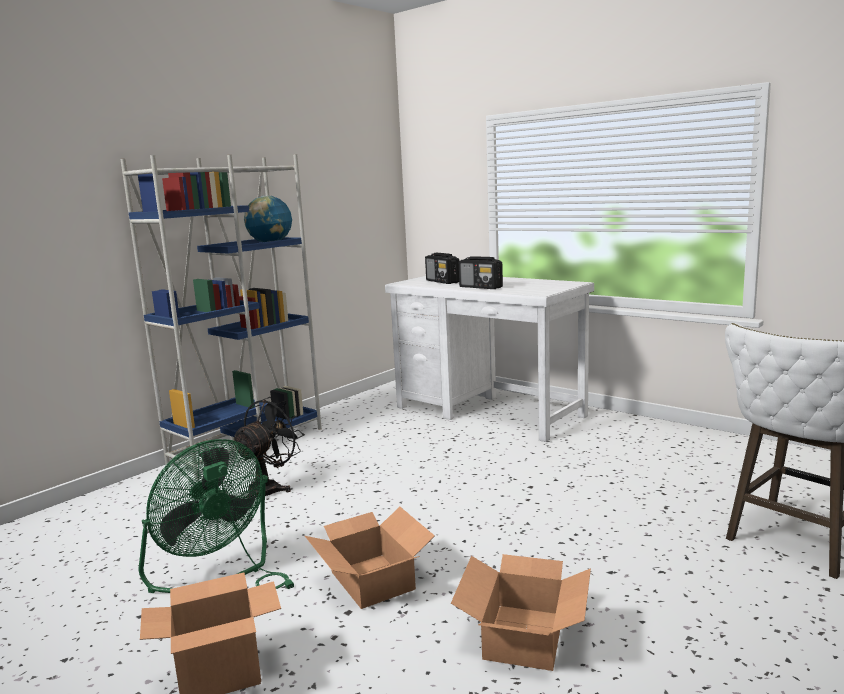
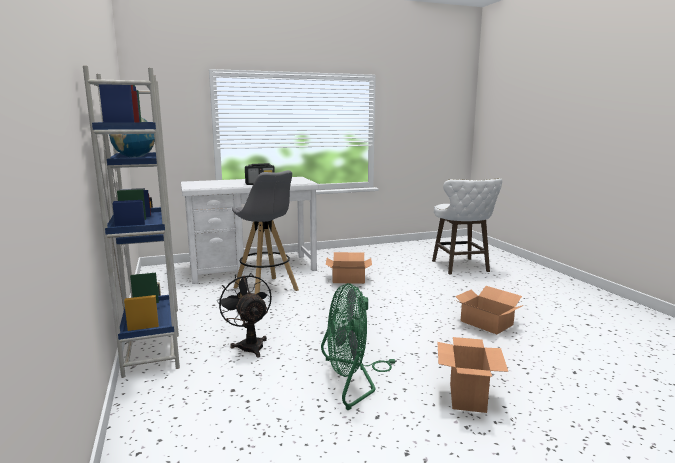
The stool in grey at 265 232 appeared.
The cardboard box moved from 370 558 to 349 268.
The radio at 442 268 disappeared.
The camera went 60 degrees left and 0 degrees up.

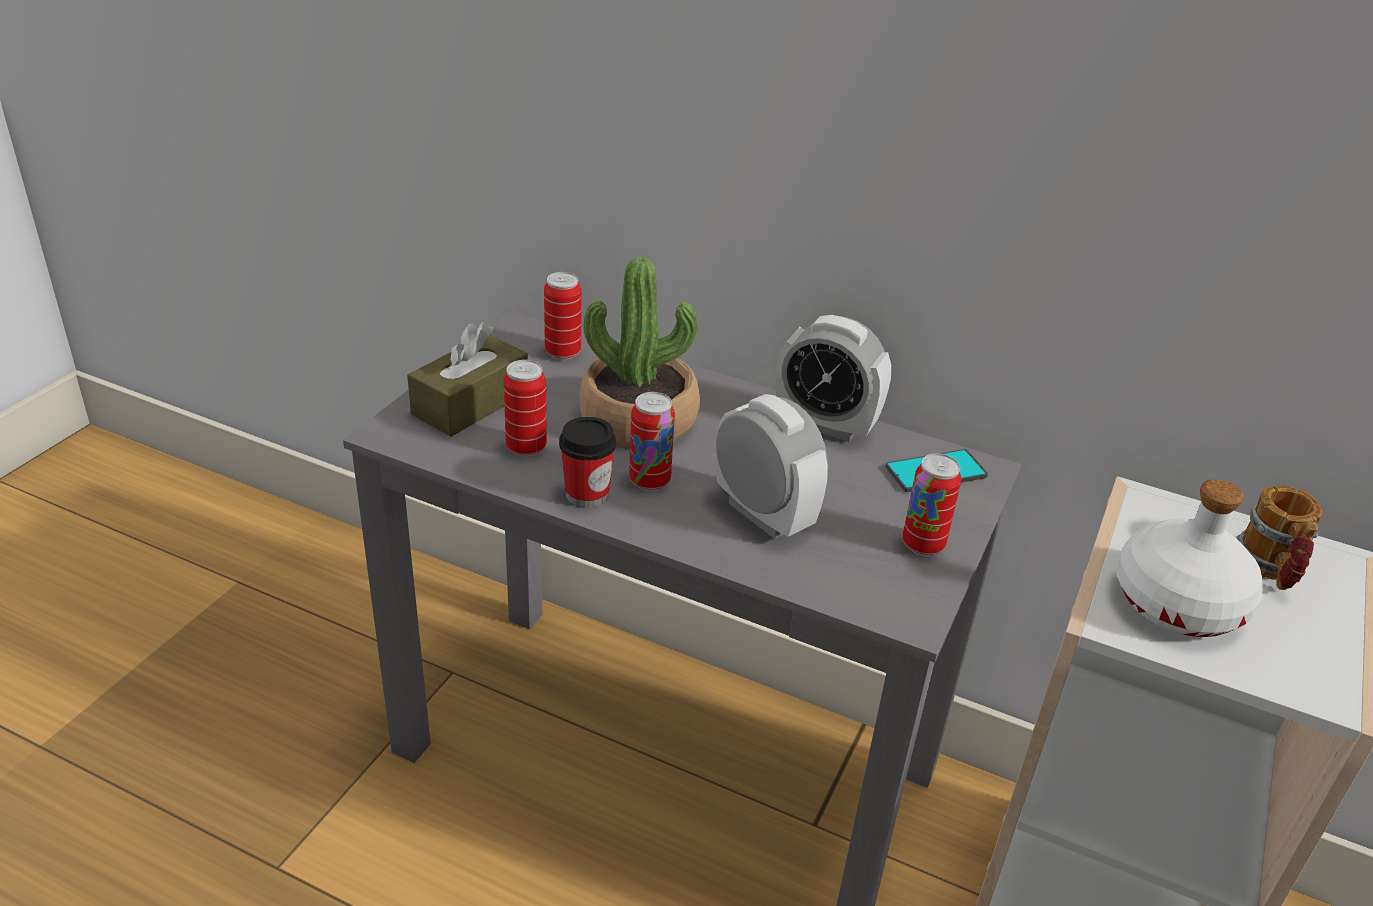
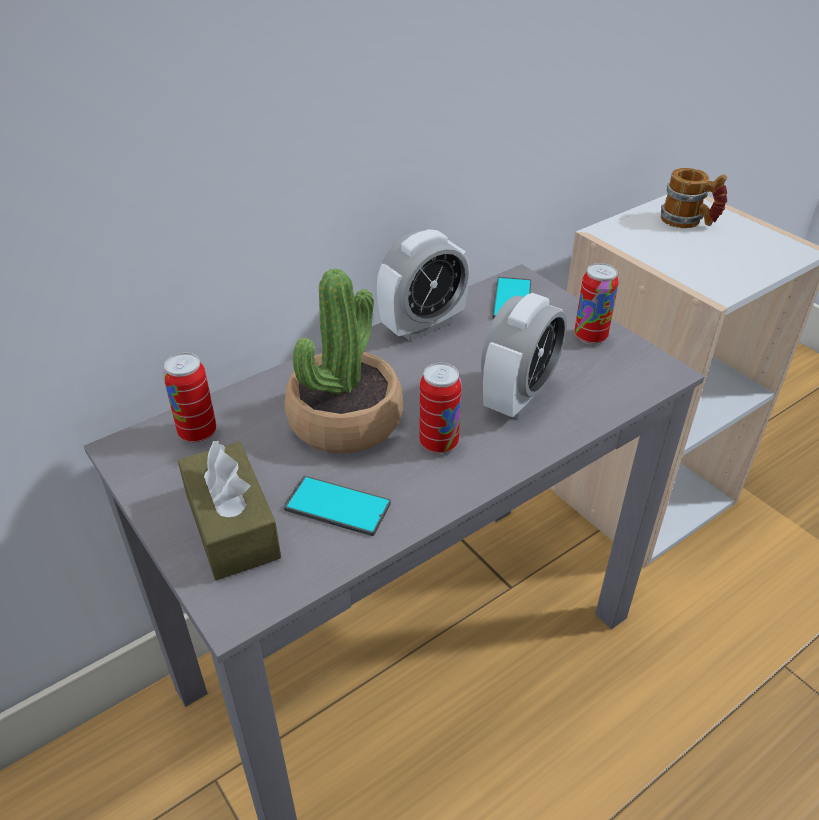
The can at 525 408 was replaced by the phone at 337 506.
The alarm clock at 772 466 turned 135 degrees clockwise.
The cup at 587 462 disappeared.
The bottle in white at 1190 558 disappeared.
The camera went 60 degrees left and 5 degrees up.

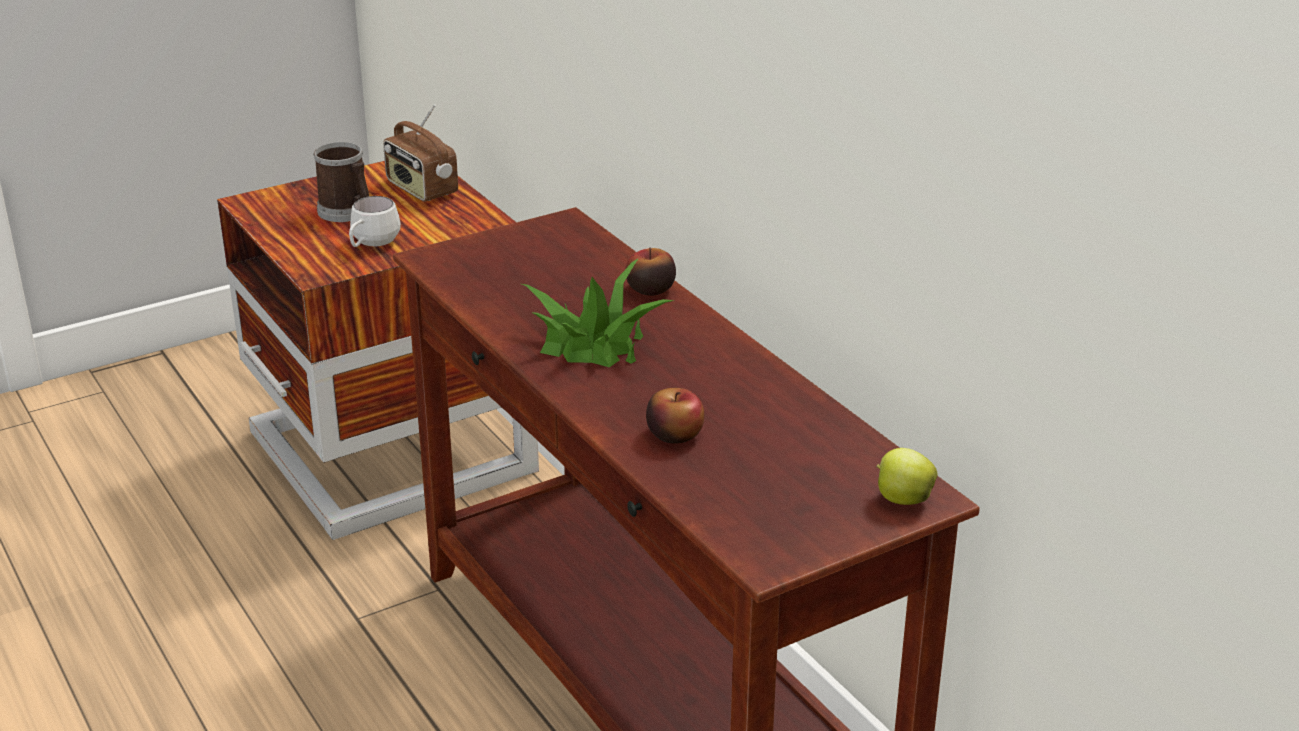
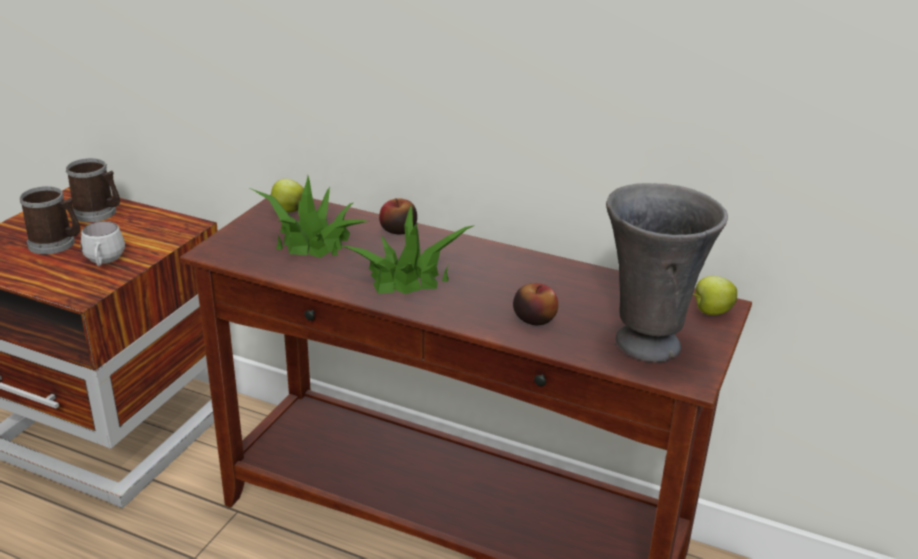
The radio at 420 153 was replaced by the mug at 93 190.
The potted plant at 309 217 appeared.
The apple at 287 196 appeared.
The vase in grey at 667 272 appeared.
The camera went 35 degrees left and 0 degrees up.

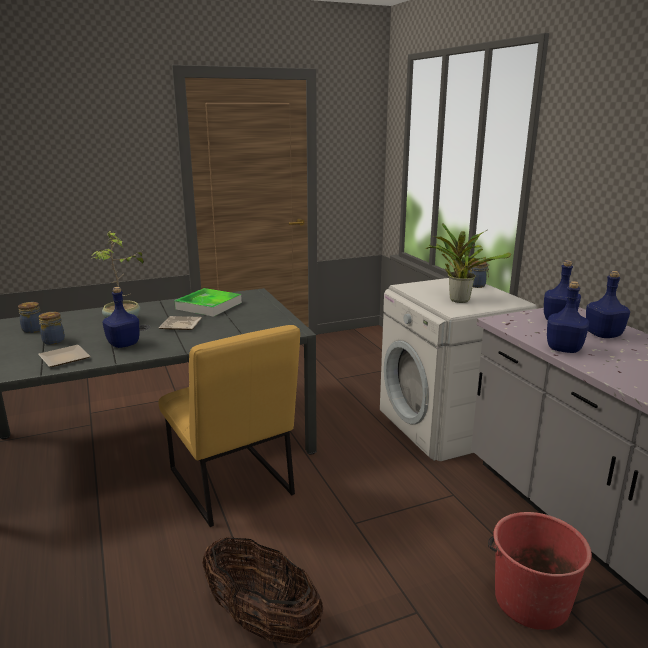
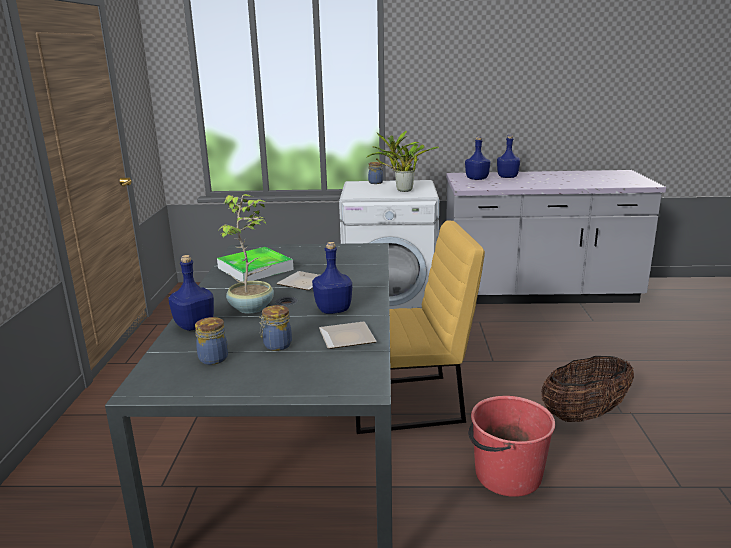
The bottle in blue moved from 568 317 to 191 293.
The bucket in red moved from 540 571 to 511 446.
The camera went 65 degrees left and 0 degrees up.

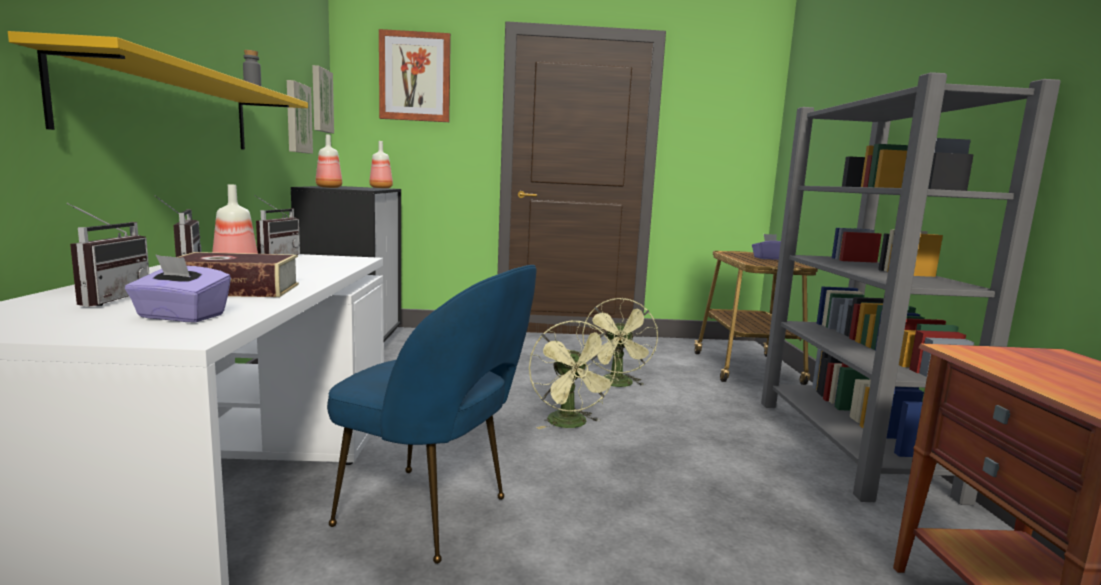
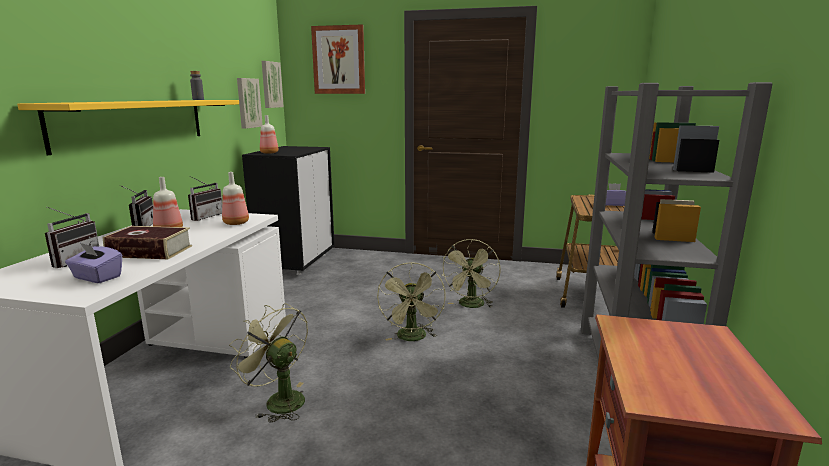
The bottle moved from 381 165 to 235 198.
The chair in blue at 432 414 was replaced by the fan in green at 268 363.
The camera went 15 degrees right and 5 degrees up.

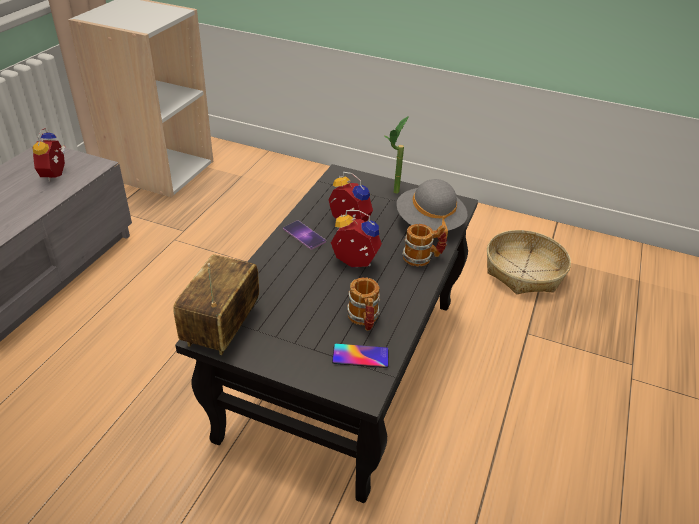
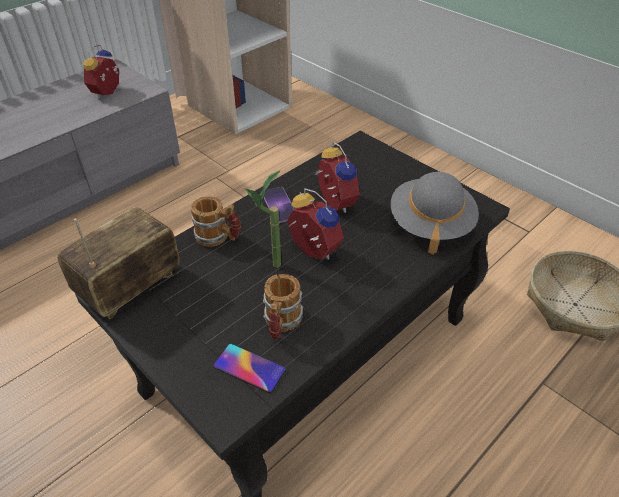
The mug moved from 424 245 to 216 221.
The potted plant moved from 396 154 to 263 219.
The camera went 25 degrees right and 5 degrees up.

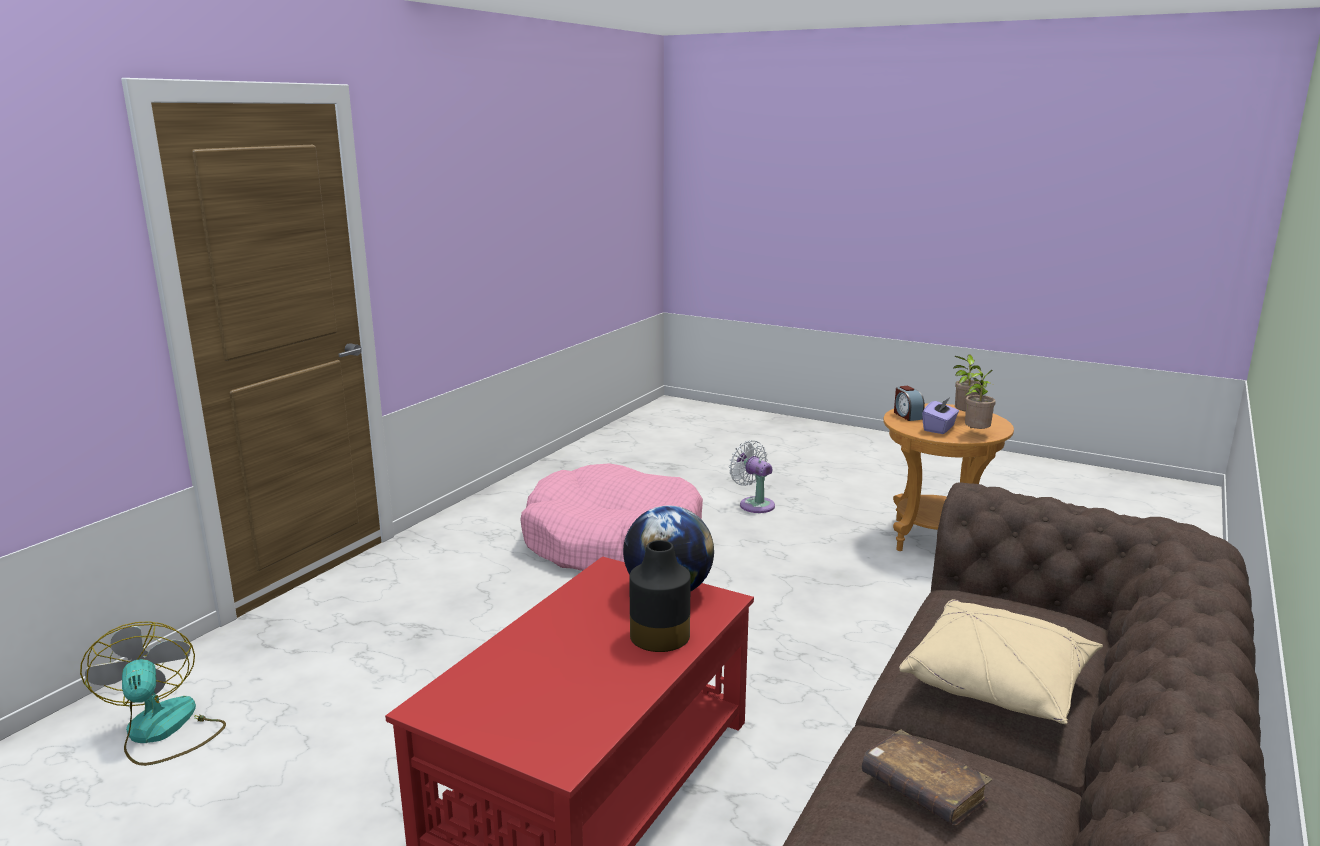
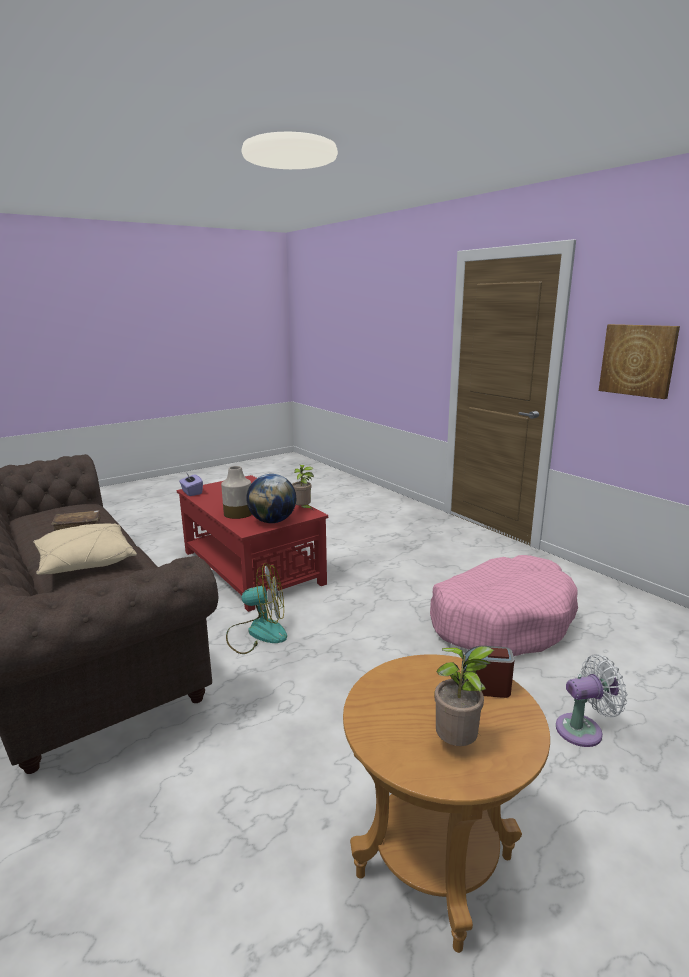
The tissue box in purple moved from 940 415 to 191 485.
The vase in black at 660 596 became the vase in beige at 236 492.
The fan moved from 153 693 to 256 608.
The potted plant moved from 980 398 to 303 487.
The picture at 639 361 appeared.
The camera went 115 degrees right and 0 degrees up.

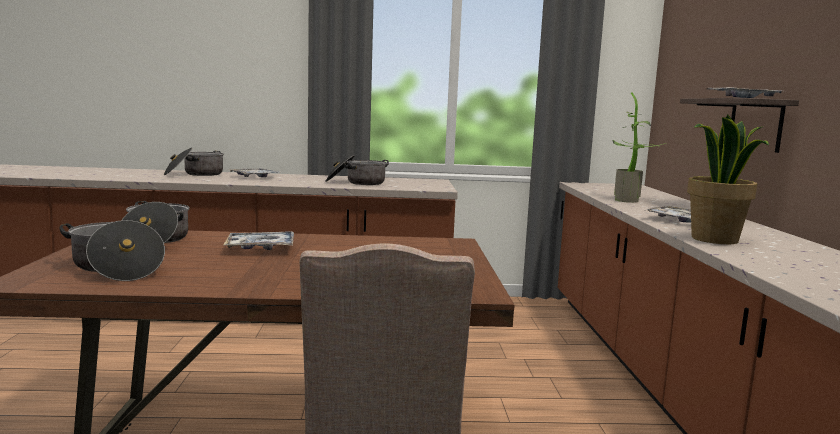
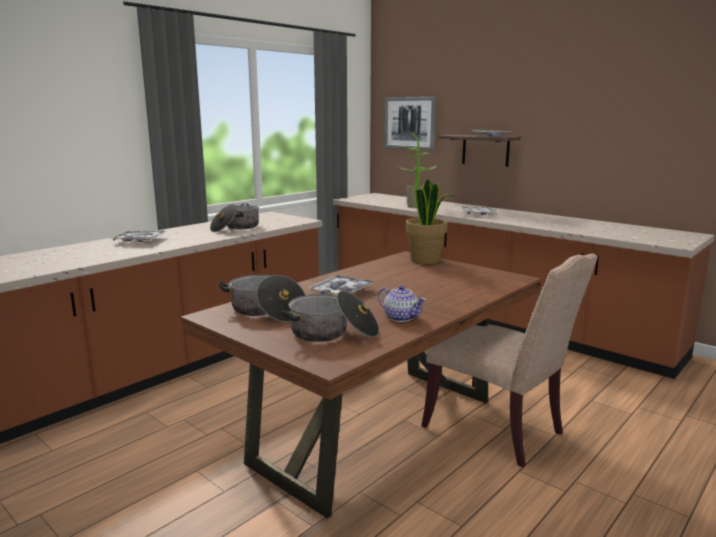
The teapot at 402 303 appeared.
The picture at 410 124 appeared.
The potted plant moved from 728 179 to 430 221.
The cooking pot at 194 161 disappeared.
The camera went 45 degrees left and 5 degrees up.

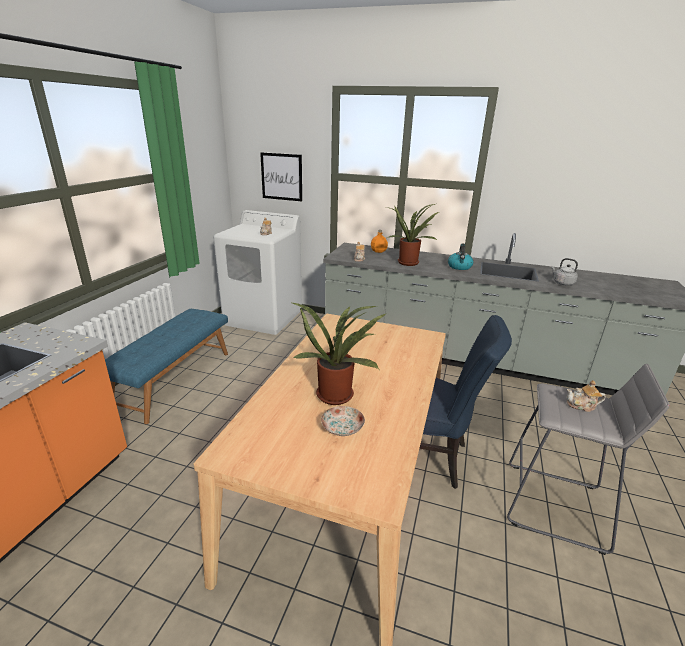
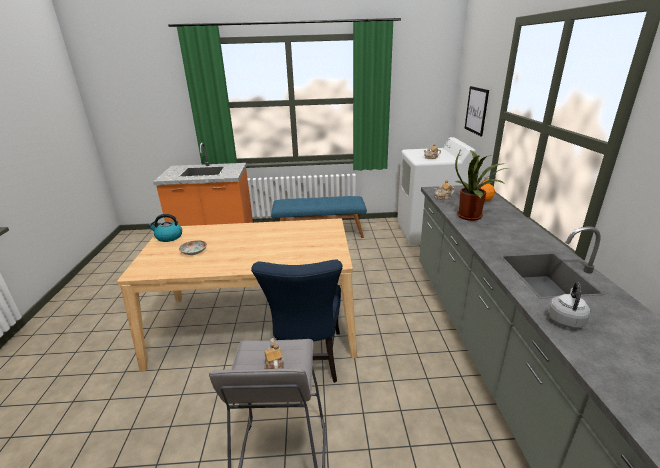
The kettle moved from 460 257 to 165 228.
The potted plant at 337 353 disappeared.
The camera went 70 degrees right and 0 degrees up.

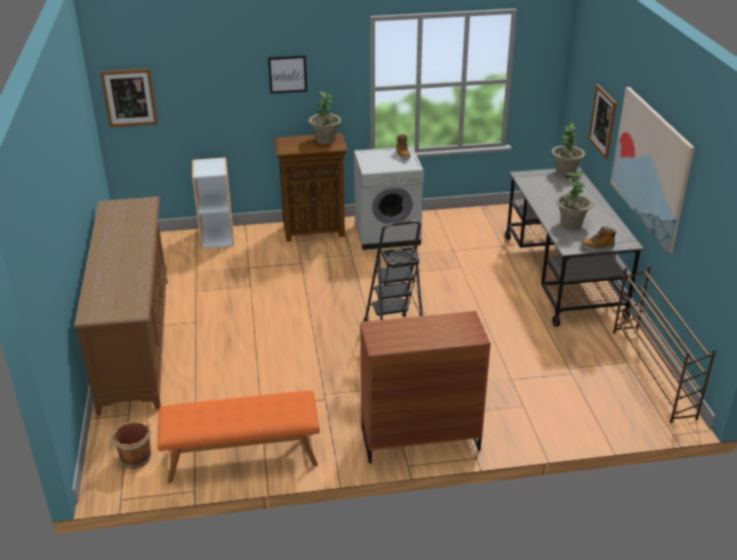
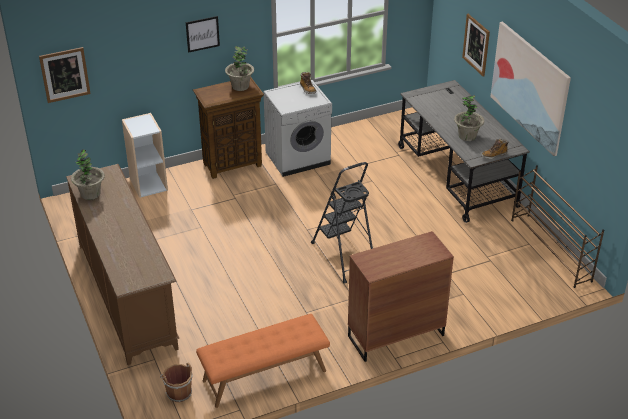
The potted plant moved from 568 149 to 88 174.
The camera went 15 degrees left and 5 degrees up.

